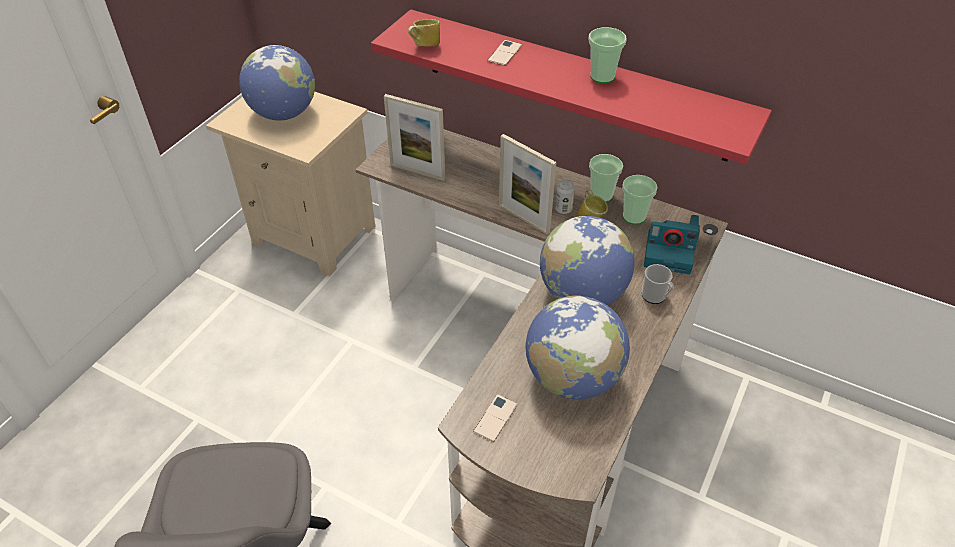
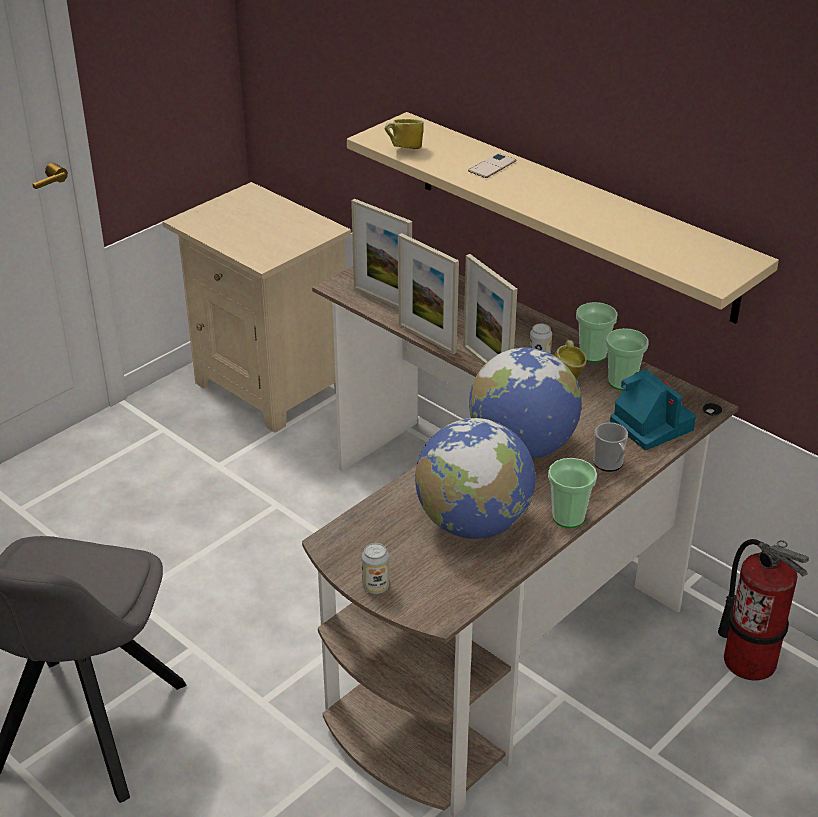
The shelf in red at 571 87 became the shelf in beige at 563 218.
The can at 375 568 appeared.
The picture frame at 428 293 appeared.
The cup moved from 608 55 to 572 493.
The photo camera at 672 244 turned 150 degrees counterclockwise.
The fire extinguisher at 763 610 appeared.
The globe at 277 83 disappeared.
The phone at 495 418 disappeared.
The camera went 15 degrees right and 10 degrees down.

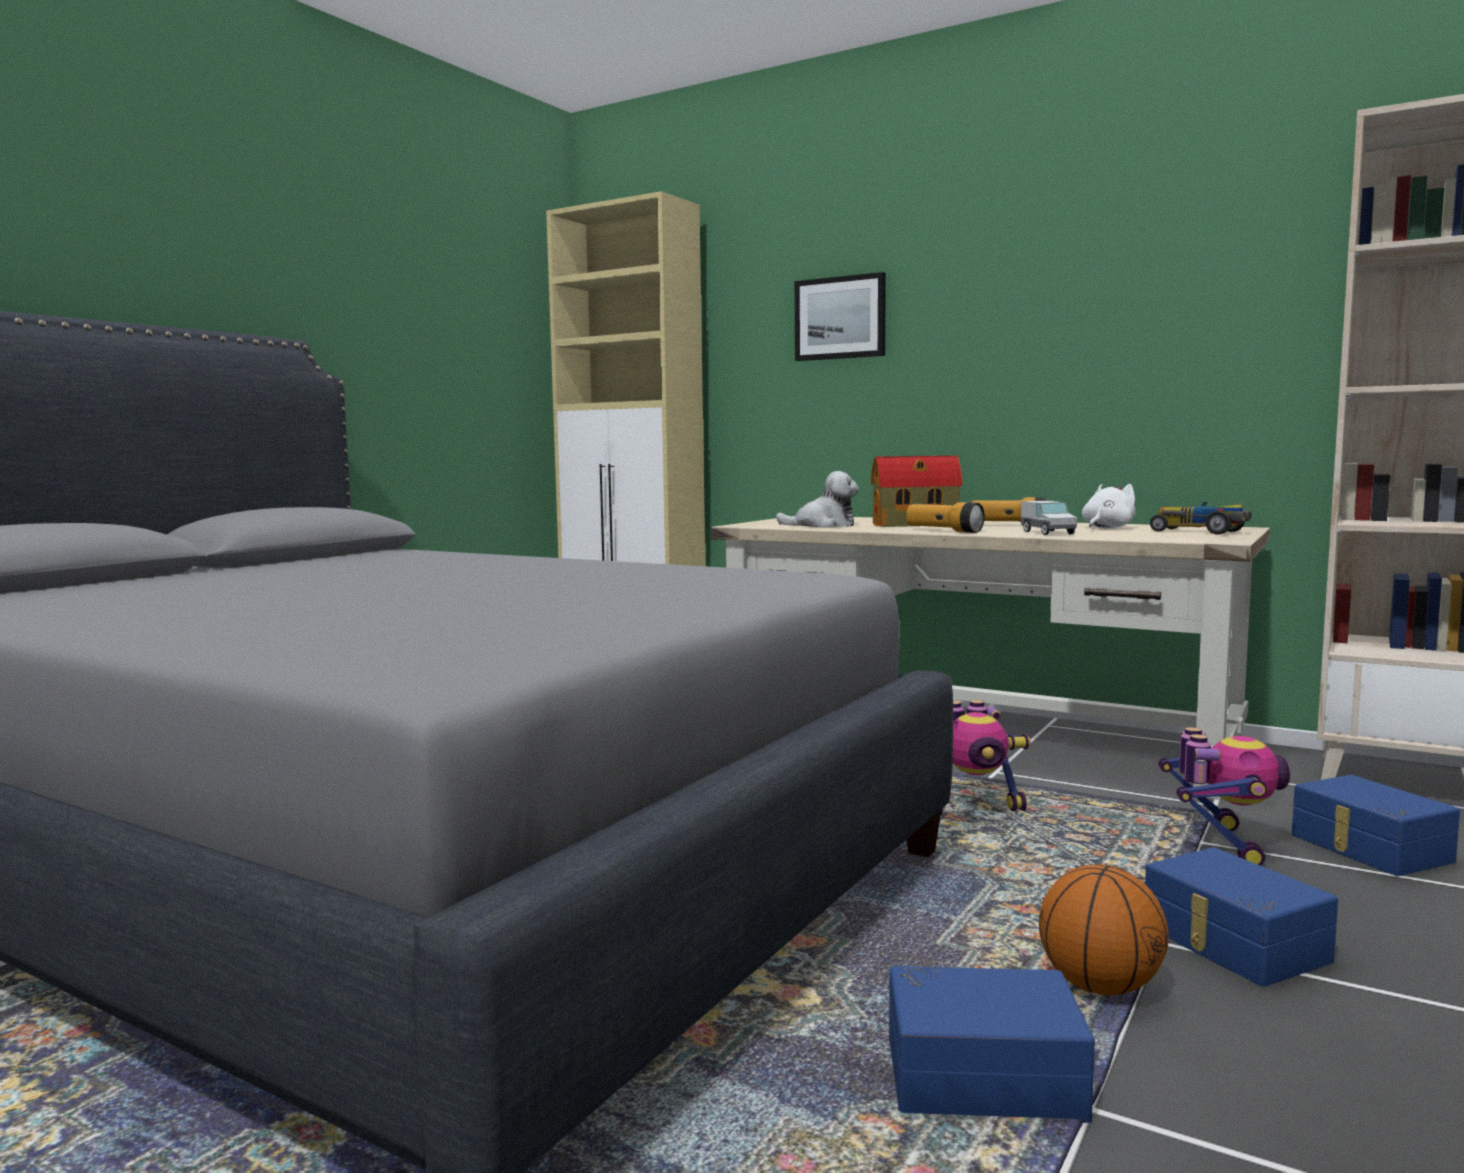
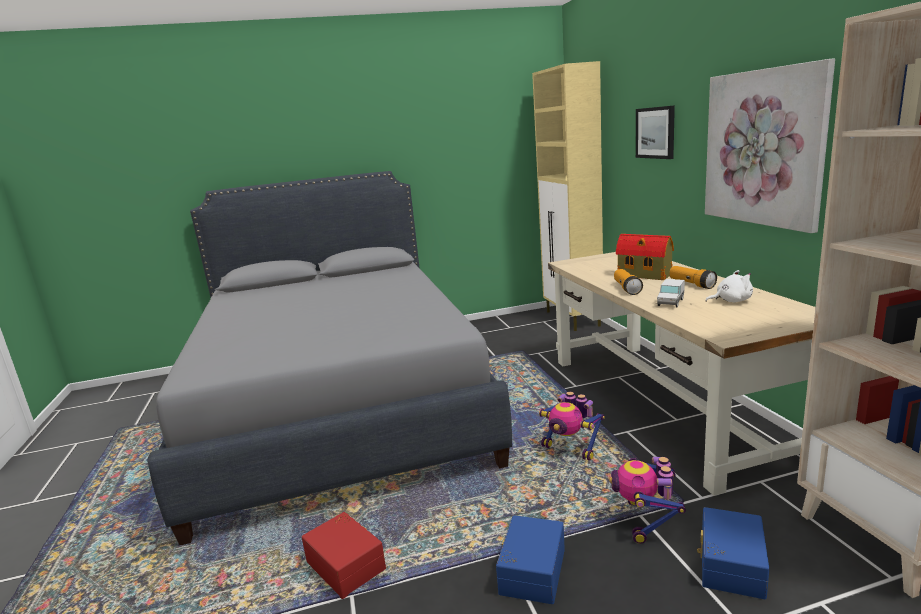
The storage box in blue at 992 1044 became the storage box in red at 344 555.
The toy robot at 1224 796 turned 135 degrees clockwise.
The picture at 770 145 appeared.
The plush toy at 817 499 disappeared.
The basketball at 1104 930 disappeared.
The toy car at 1200 518 disappeared.
The camera went 45 degrees right and 10 degrees up.

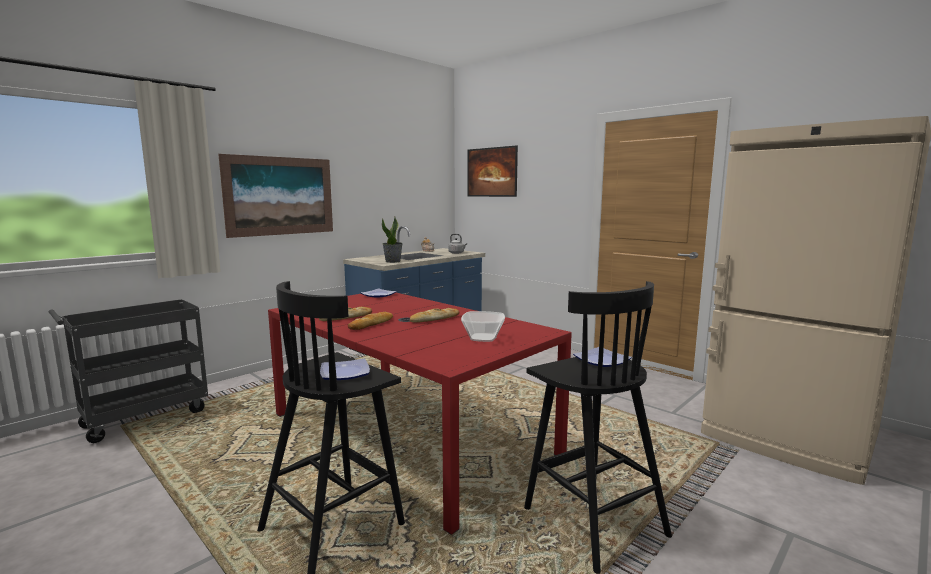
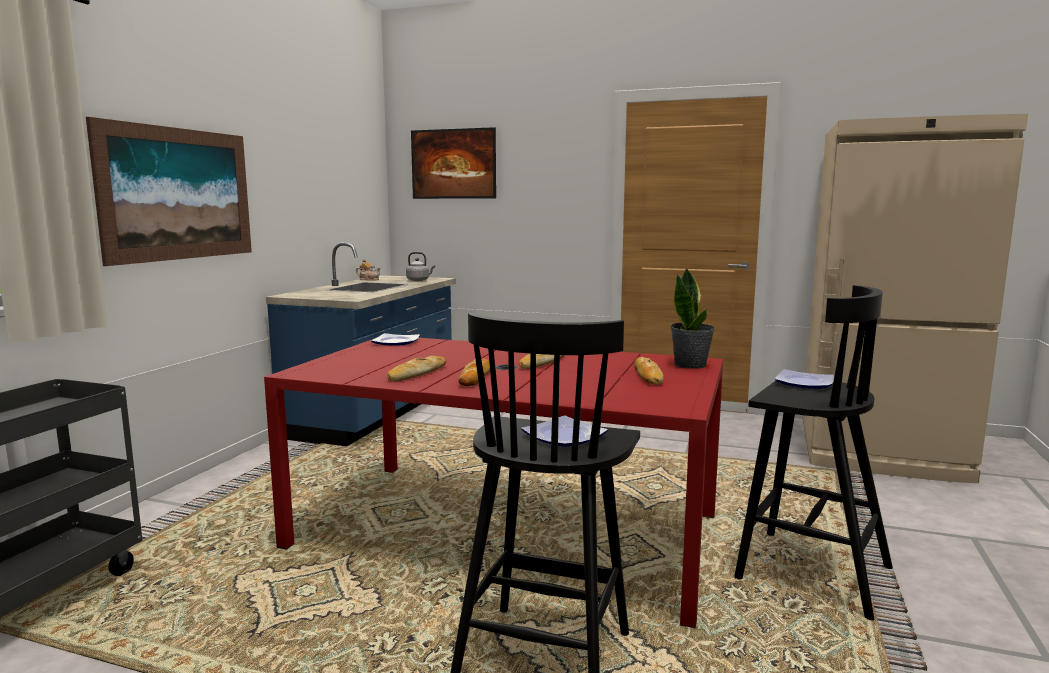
The bowl at 483 326 was replaced by the bread at 649 371.
The potted plant moved from 392 240 to 692 318.
The camera went 25 degrees left and 0 degrees up.

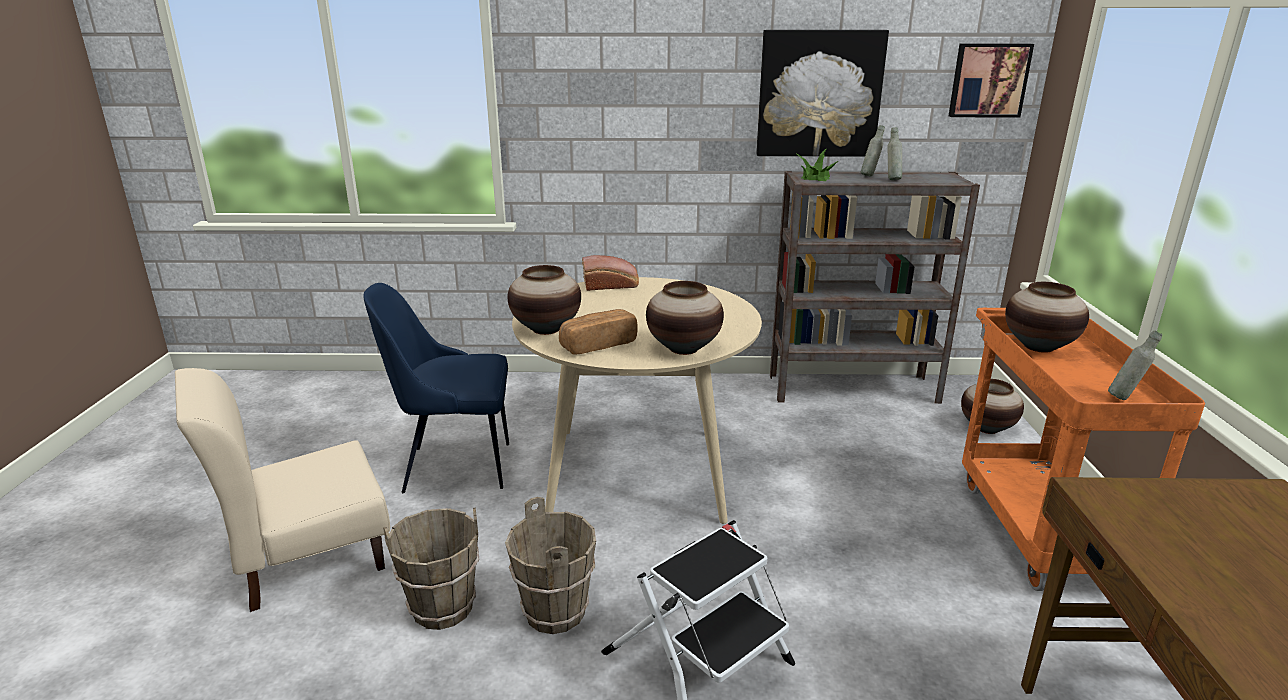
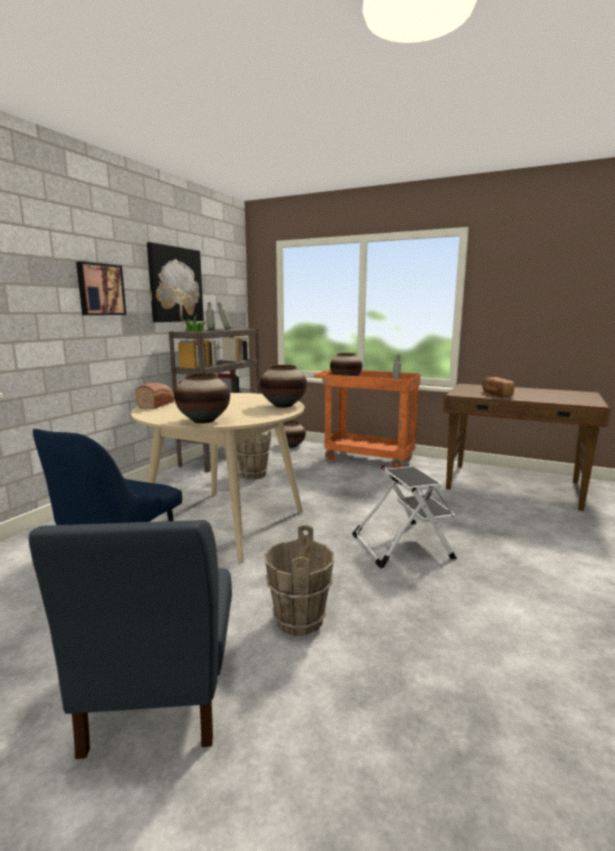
The chair in beige at 282 490 became the chair in blue at 130 639.
The picture moved from 991 80 to 101 288.
The bucket in brown moved from 550 565 to 254 454.
The bread moved from 598 331 to 498 387.
The camera went 65 degrees left and 10 degrees down.

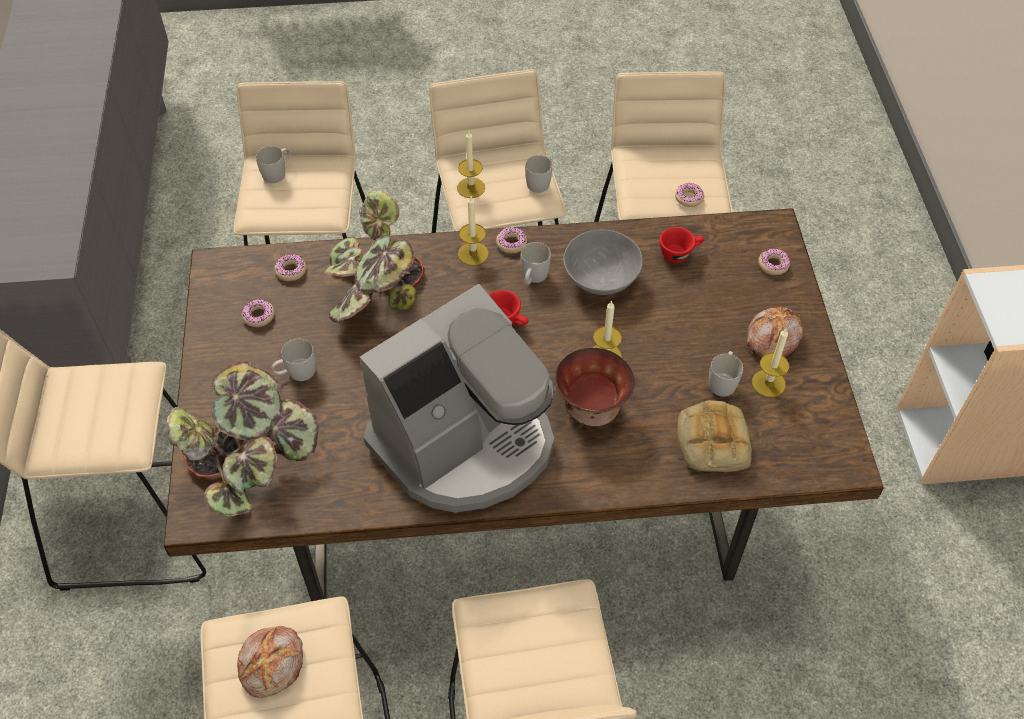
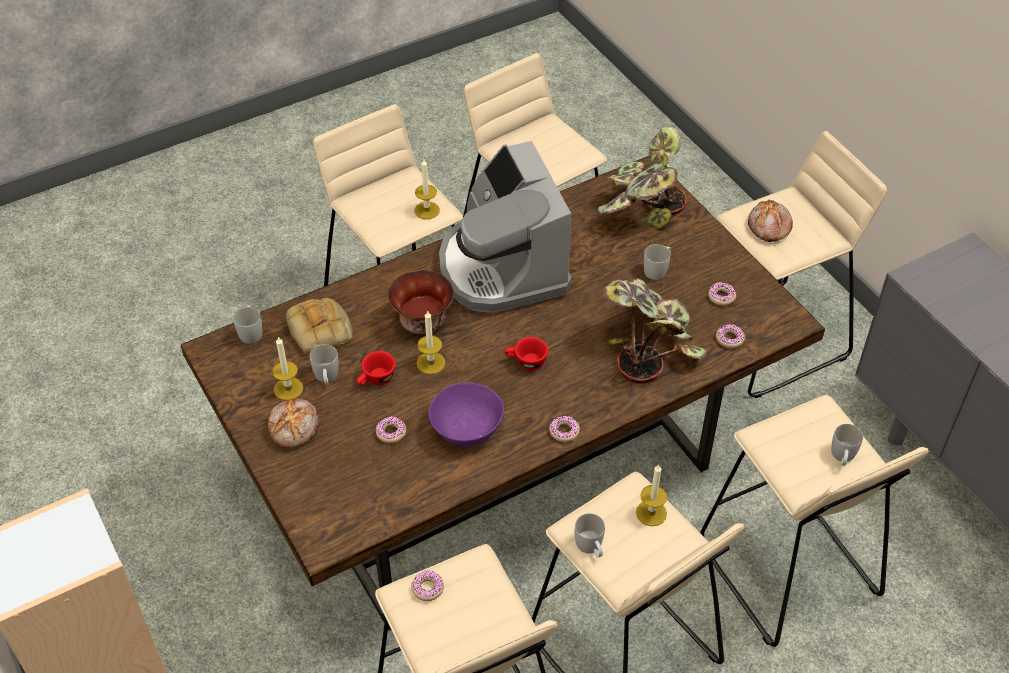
The mug in white moved from 536 263 to 247 324.
The cup in red moved from 681 245 to 376 368.
The donut moved from 774 262 to 391 429.
The candle moved from 473 231 to 427 189.
The bowl in grey at 603 262 became the bowl in purple at 466 414.
The coffee machine at 457 398 turned 45 degrees counterclockwise.
The bread moved from 270 662 to 770 221.
The camera went 155 degrees right and 5 degrees down.

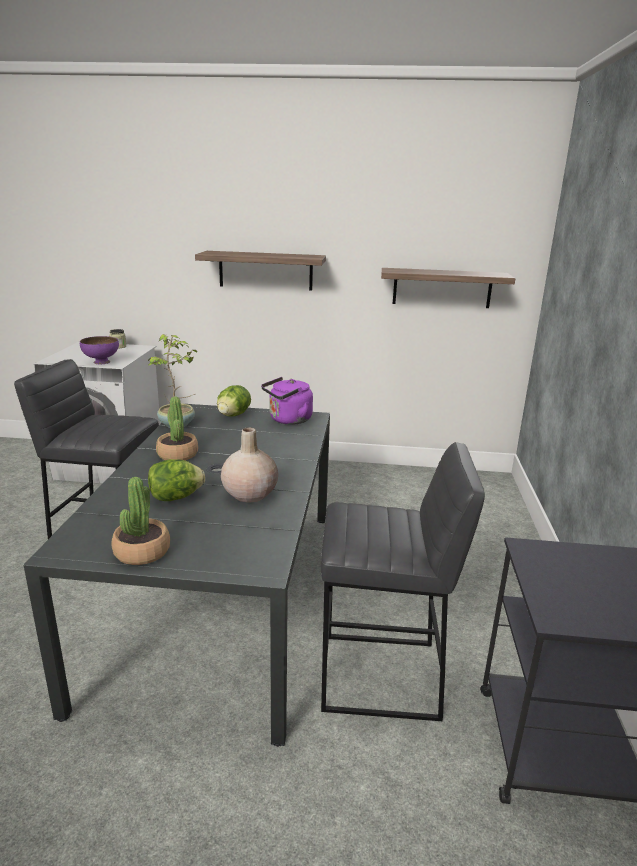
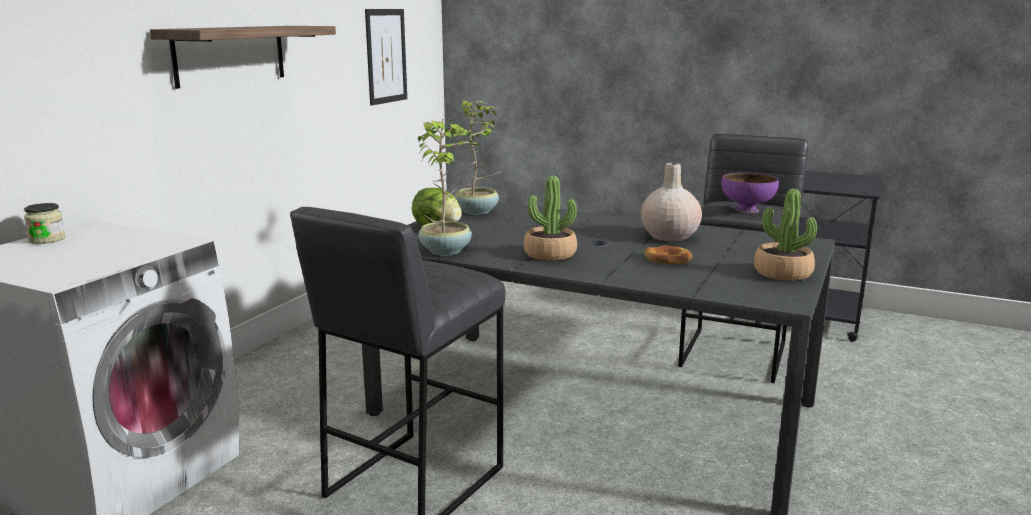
The shelf at 448 288 was replaced by the picture at 386 57.
The kettle in purple at 287 401 was replaced by the potted plant at 477 157.
The lettuce at 176 480 was replaced by the bread at 668 255.
The bowl in purple moved from 99 350 to 750 193.
The camera went 70 degrees left and 5 degrees down.

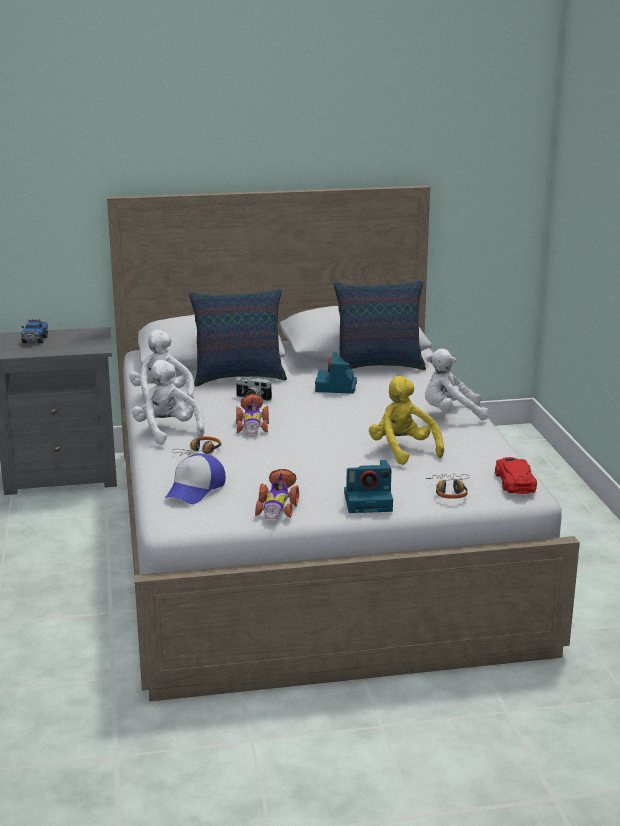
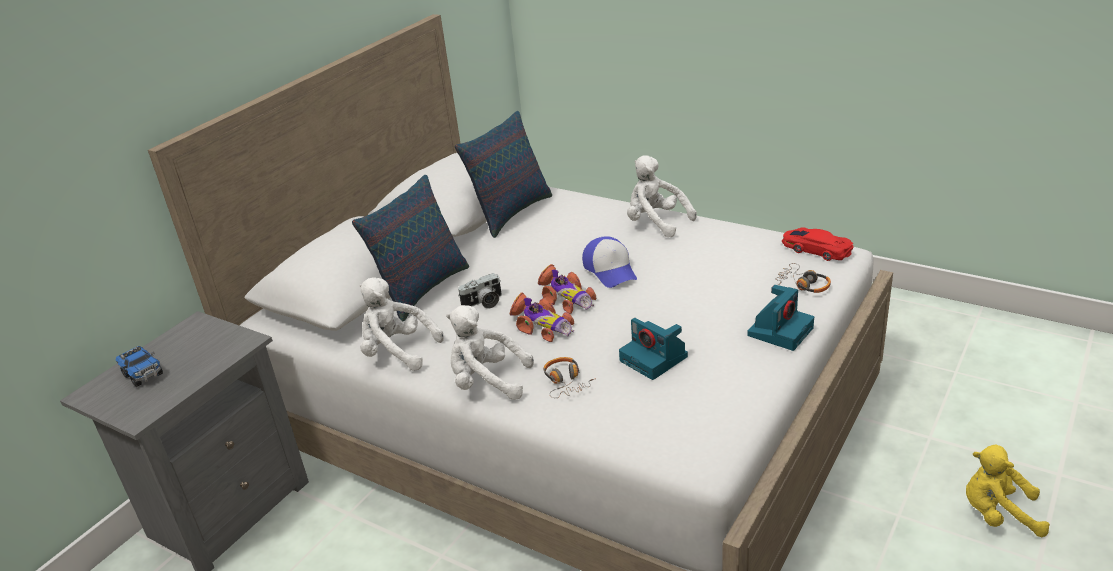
The toy car moved from 277 494 to 567 289.
The cap moved from 195 478 to 609 262.
The photo camera moved from 336 373 to 653 349.
The plush toy in white at 456 384 turned 90 degrees clockwise.
The plush toy in yellow moved from 406 420 to 1008 491.
The camera went 45 degrees left and 10 degrees up.

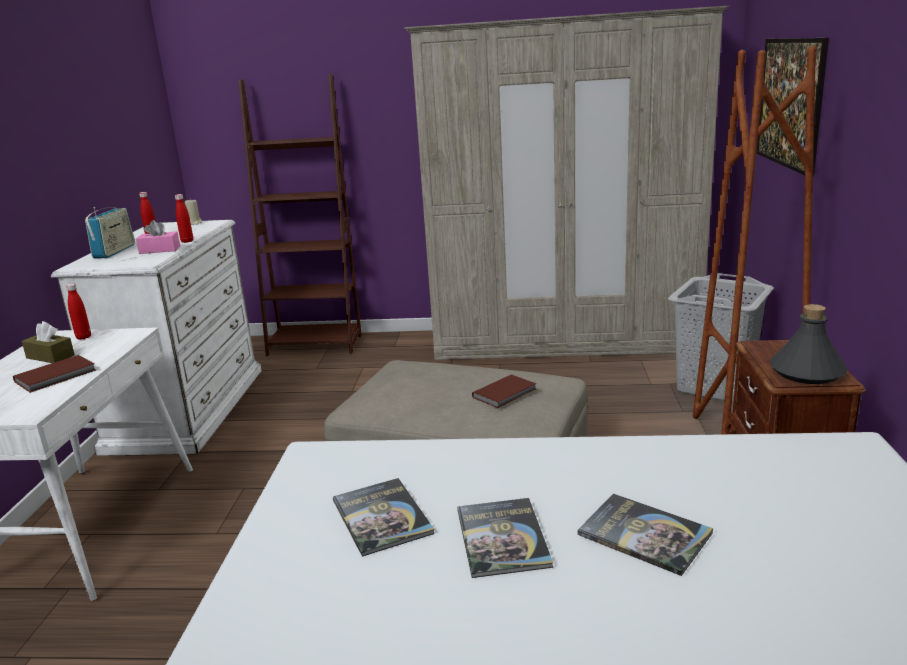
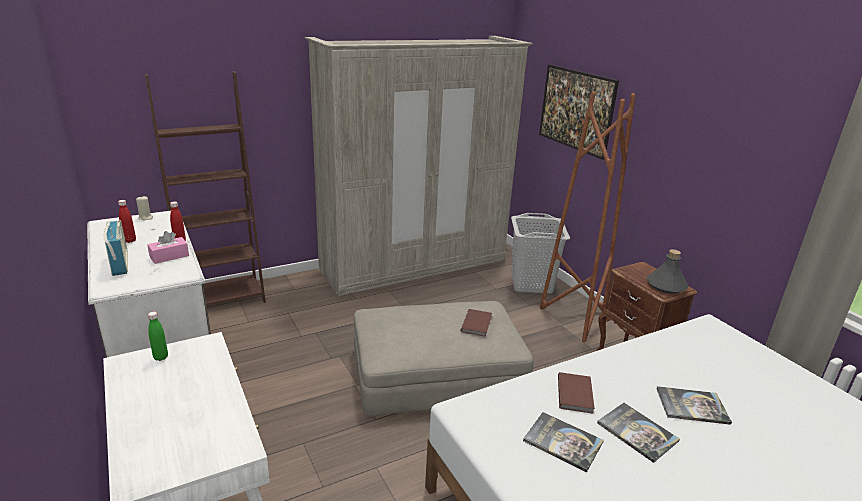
The bottle in red at 78 312 became the bottle in green at 158 336.
The book in brown moved from 54 374 to 576 393.
The tissue box in brown at 48 342 disappeared.
The camera went 35 degrees left and 5 degrees up.

